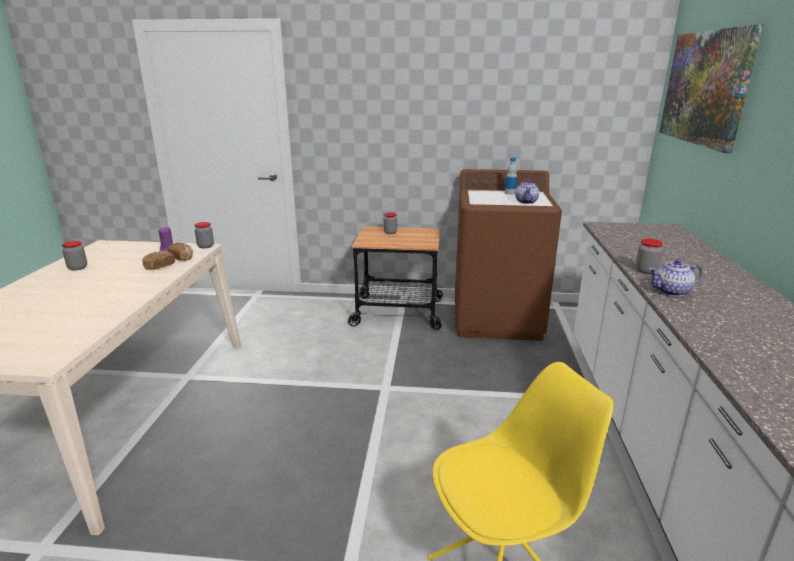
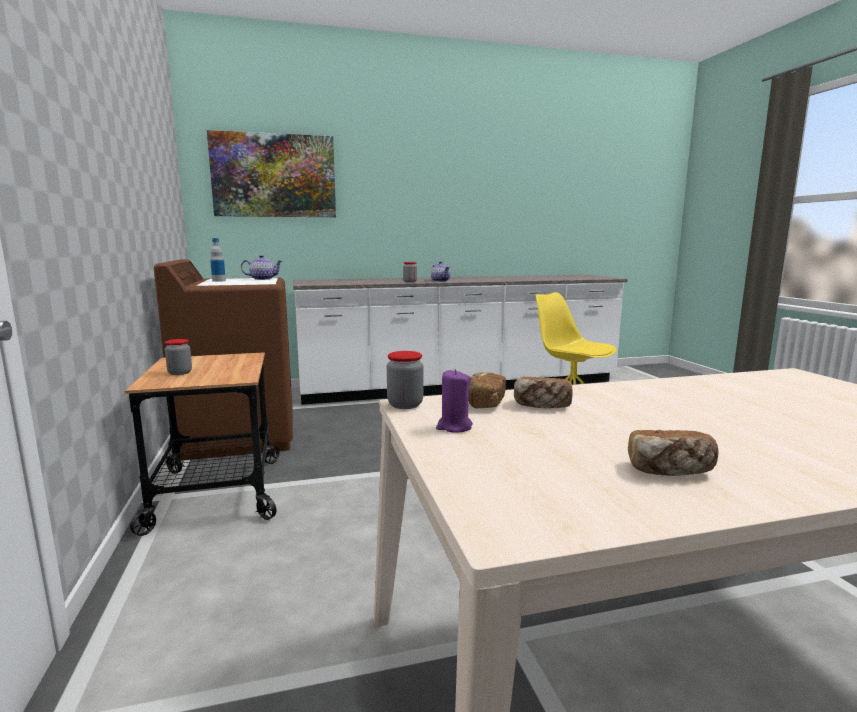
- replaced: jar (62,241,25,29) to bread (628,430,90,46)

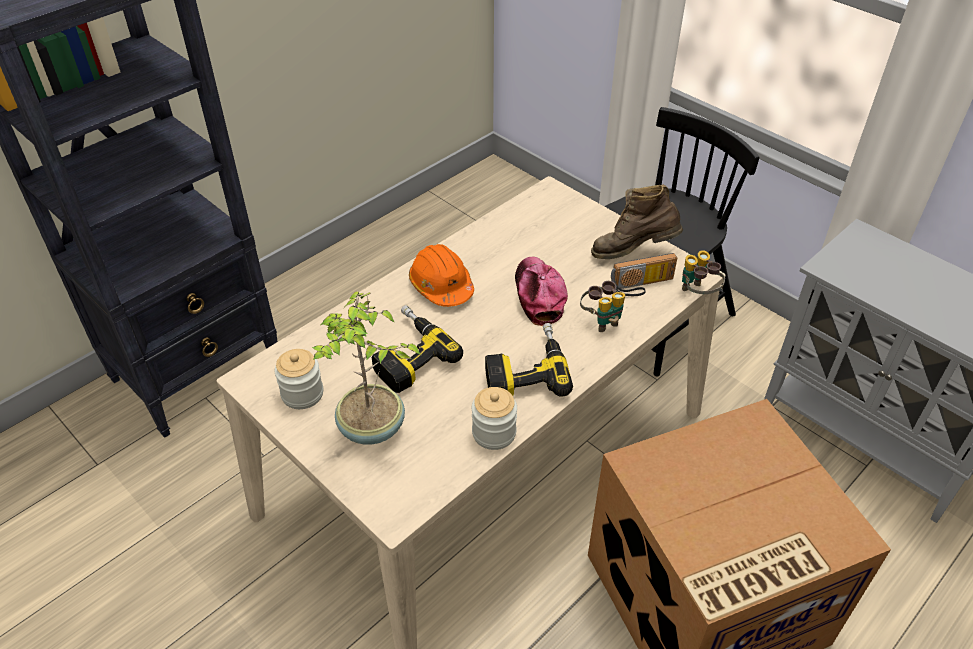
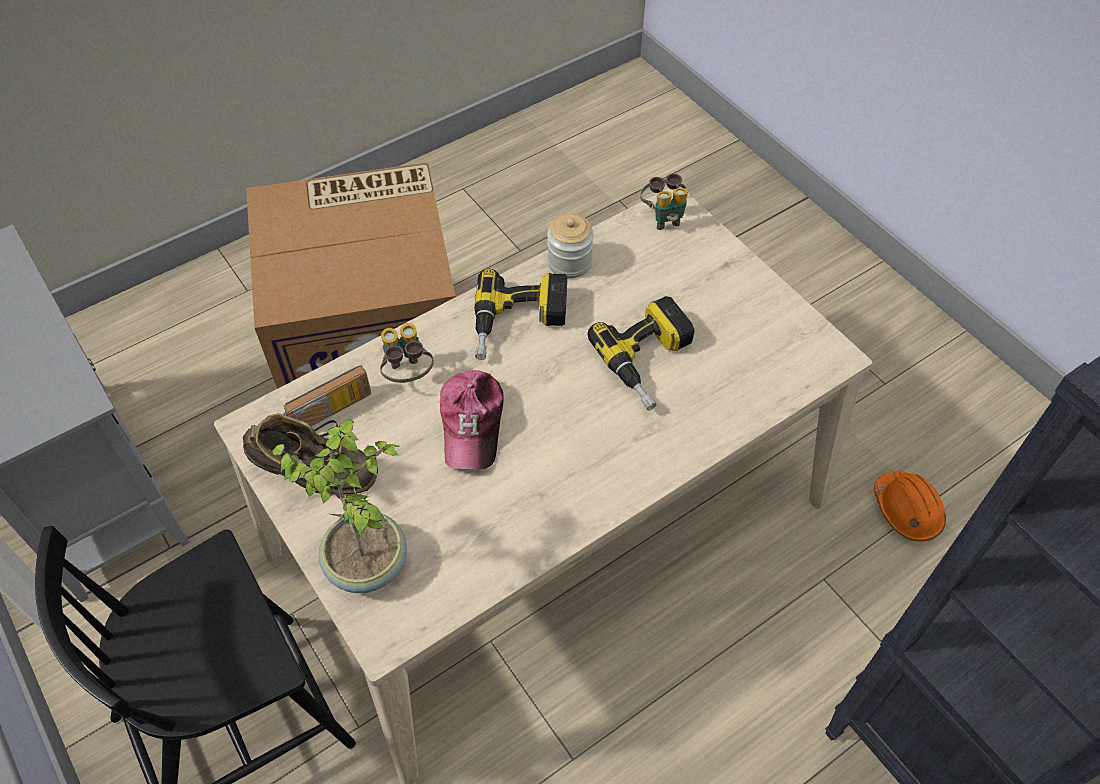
- moved: potted plant (312,291,109,154) to (272,417,135,176)
- turned: radio (611,253,66,43) = (283,365,88,72) 150 degrees clockwise
- moved: binoculars (682,250,43,44) to (640,173,48,57)
- moved: hard hat (orange) (409,244,65,63) to (874,471,72,71)
- removed: jar (275,349,48,60)

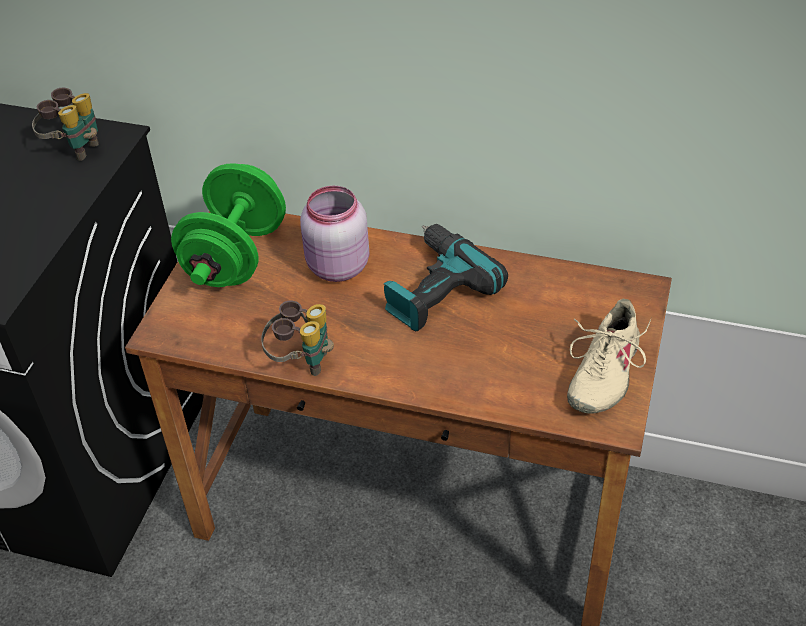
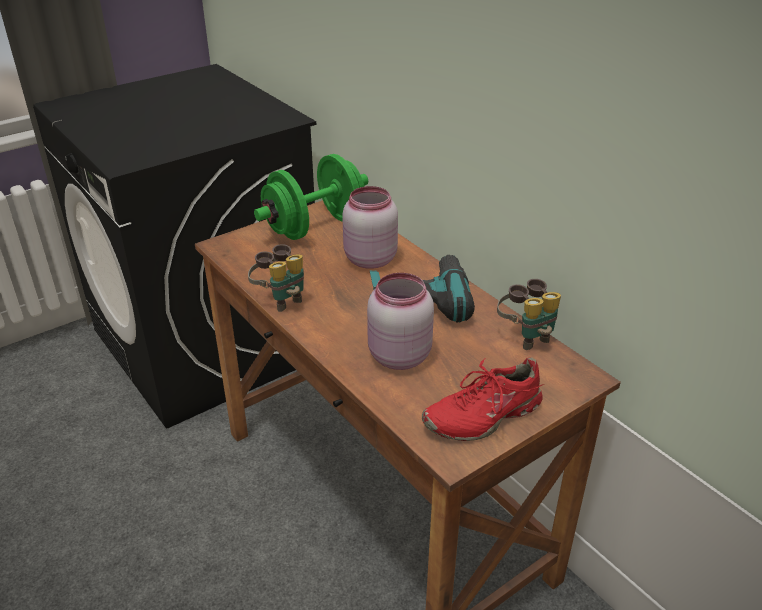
- added: jar (pink) (367,273,67,97)
- recoloured: shoe (beige) (567,299,84,115) to shoe (red) (422,357,122,84)
- moved: binoculars (32,88,67,73) to (497,279,64,71)

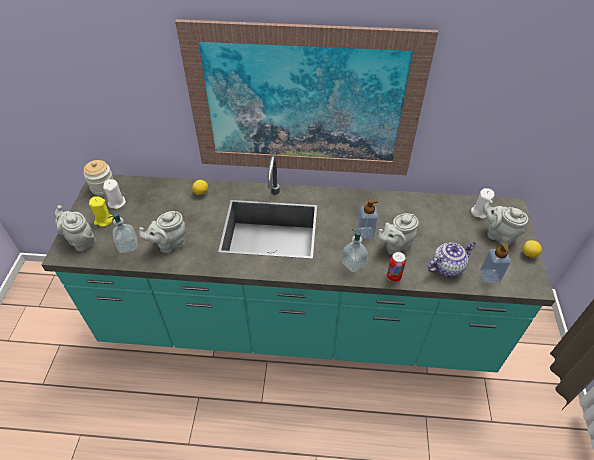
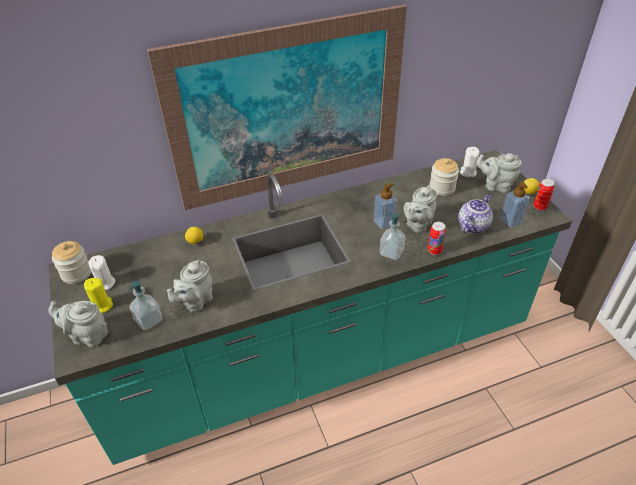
- added: jar (429,158,30,38)
- added: can (533,179,21,32)

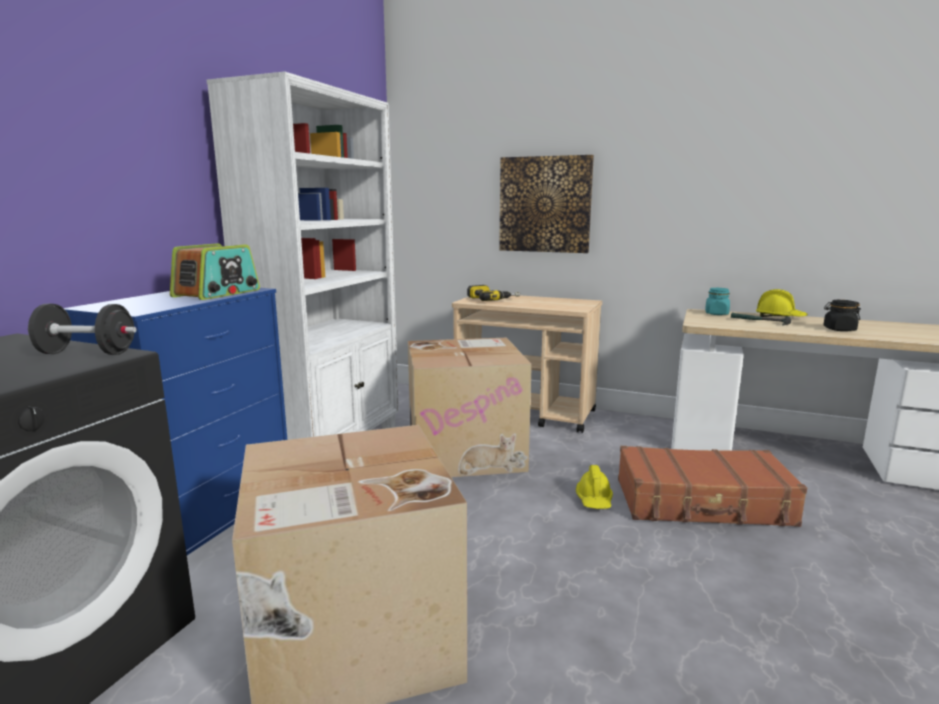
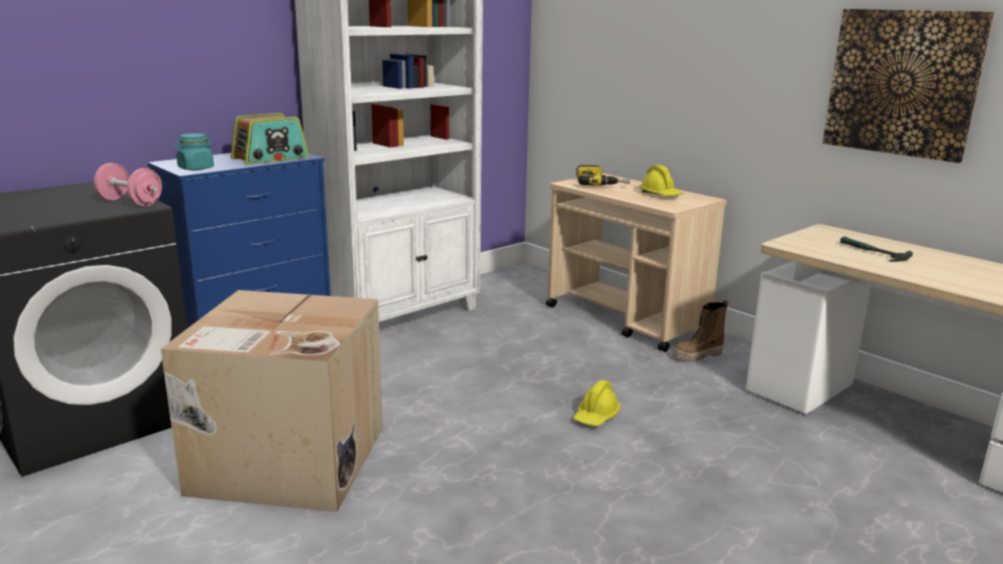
- recoloured: dumbbell (black) (28,304,109,51) to dumbbell (pink) (94,163,68,43)
- moved: jar (turquoise) (705,288,25,27) to (173,133,41,37)
- moved: hard hat (yellow) (756,289,52,28) to (639,165,44,31)
- added: boot (673,300,56,62)
- moved: picture (499,155,95,98) to (823,9,172,154)
- removed: cardboard box (408,338,124,139)
- removed: suitcase (brown) (618,446,189,81)
- removed: jar (black) (823,300,38,31)

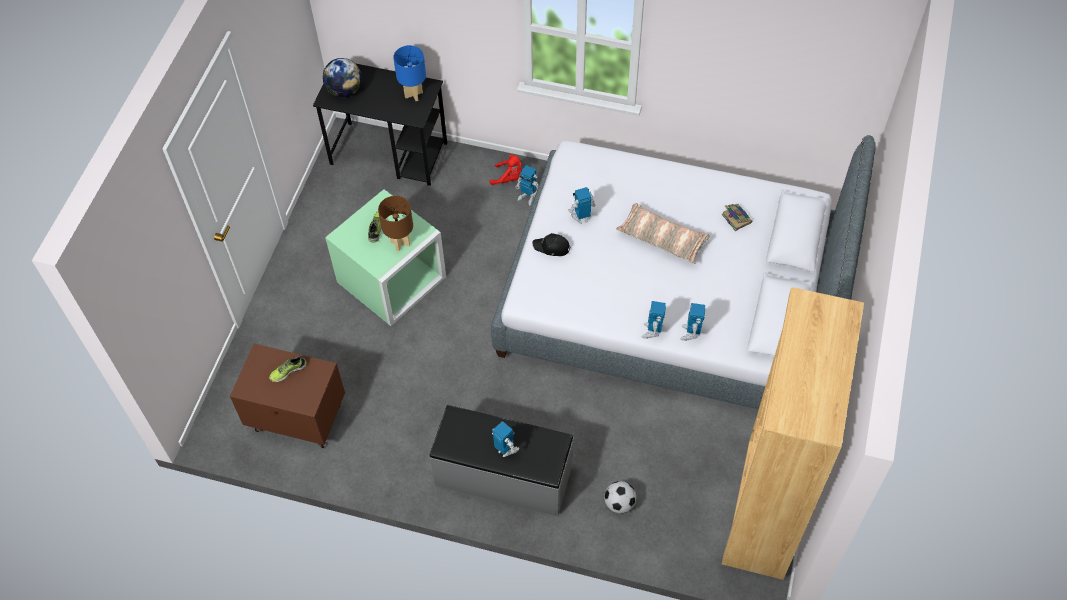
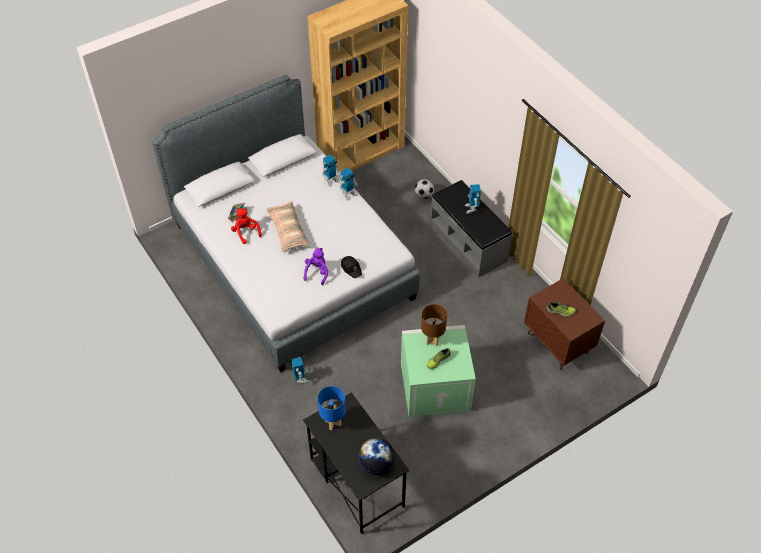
- moved: plush toy (red) (489,155,33,30) to (231,208,31,36)
- replaced: toy robot (568,187,28,37) to plush toy (purple) (304,248,24,37)

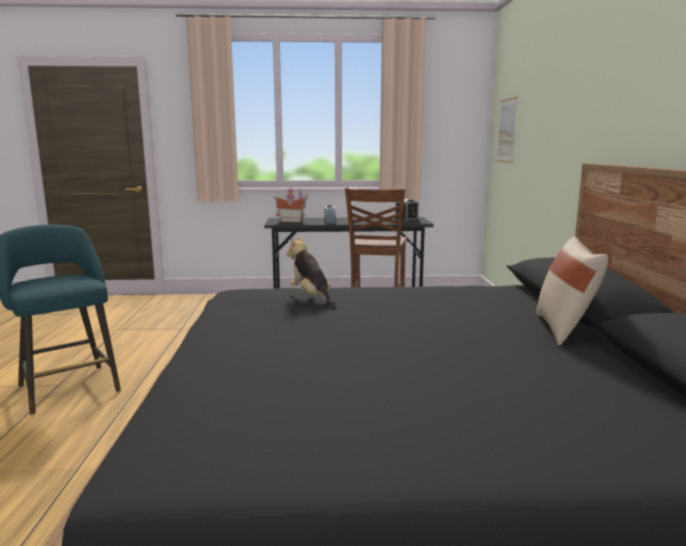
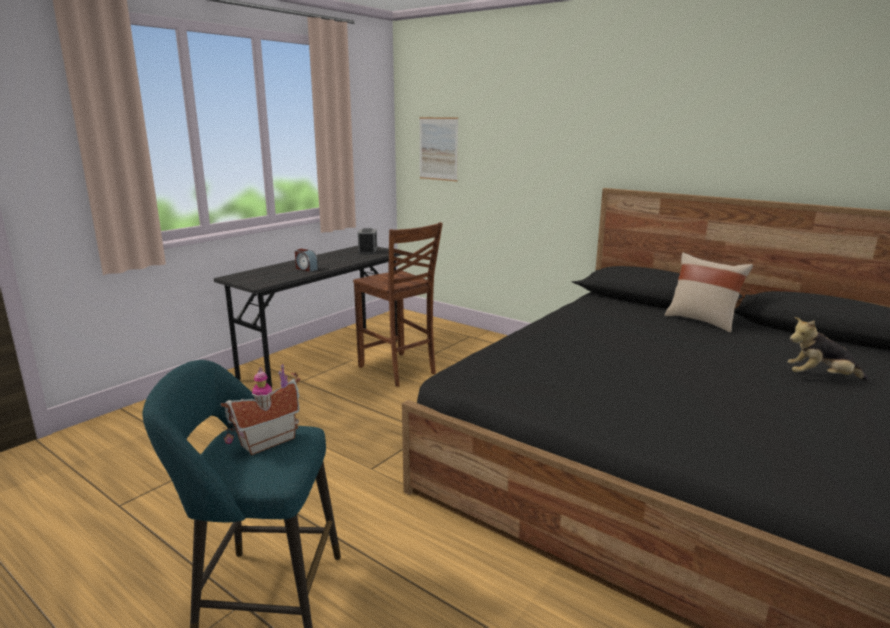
- moved: toy house (274,186,34,36) to (221,364,79,91)
- moved: plush toy (286,236,50,72) to (787,317,81,63)

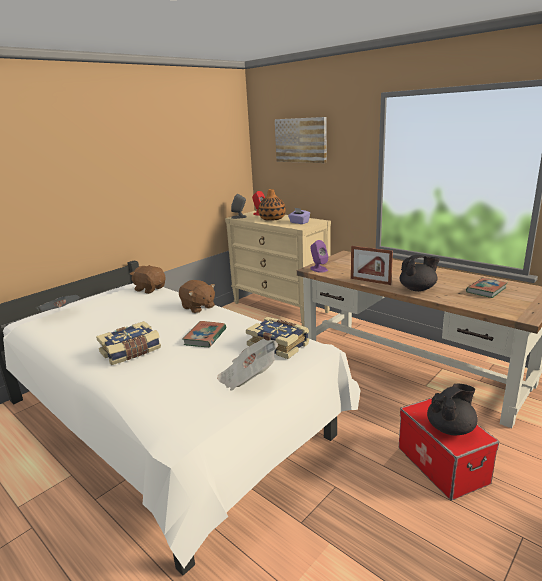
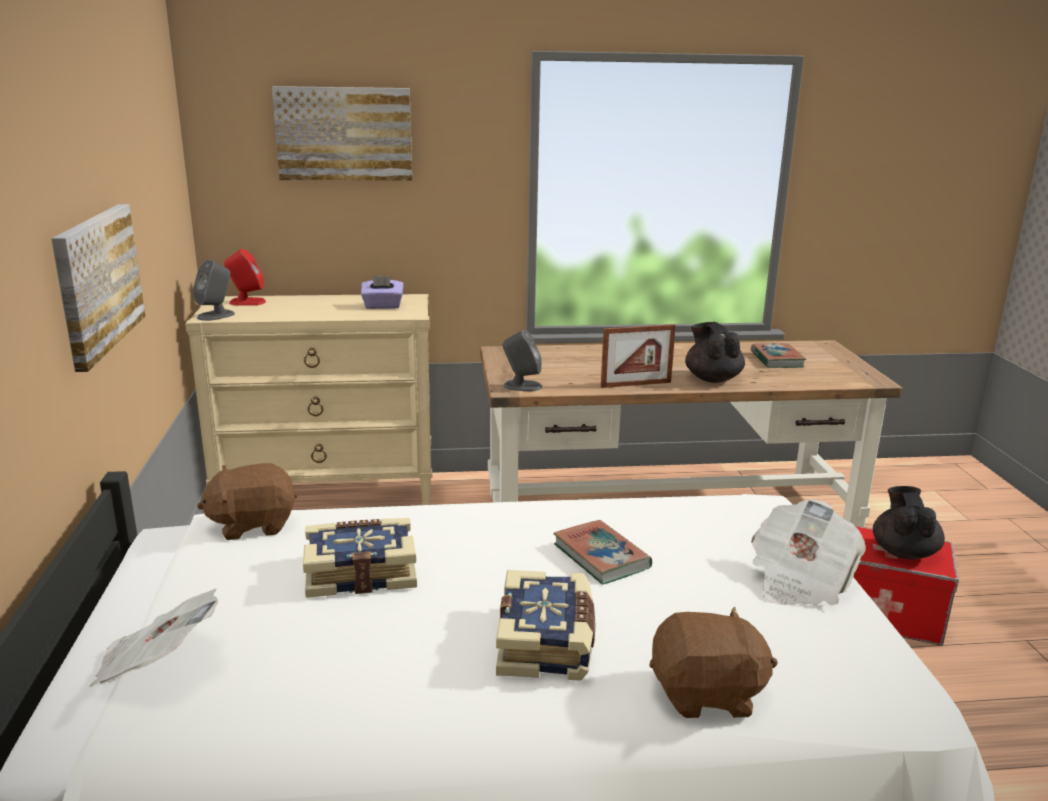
- added: picture (51,204,94,168)
- moved: book (246,317,63,42) to (303,518,114,80)
- recoloured: speaker (purple) (310,240,18,33) to speaker (grey) (503,330,39,61)
- moved: plush toy (brown) (179,280,36,33) to (649,607,129,111)
- turned: teapot (black) (400,255,40,36) = (685,322,60,61) 45 degrees counterclockwise
- removed: vase (258,189,28,32)

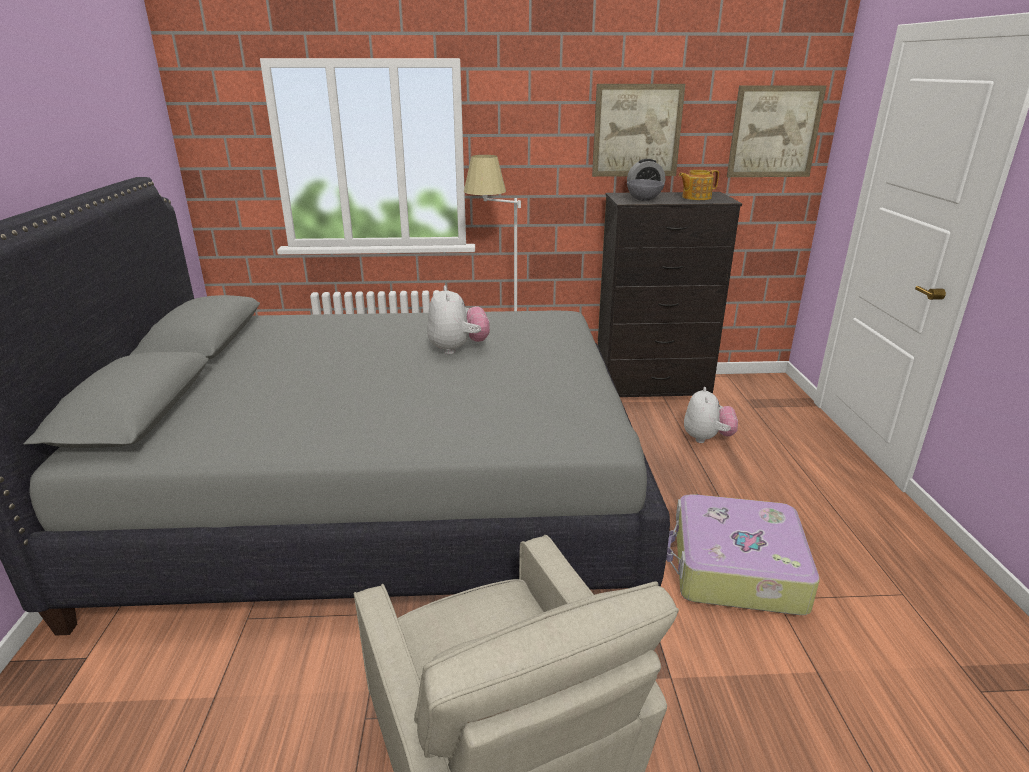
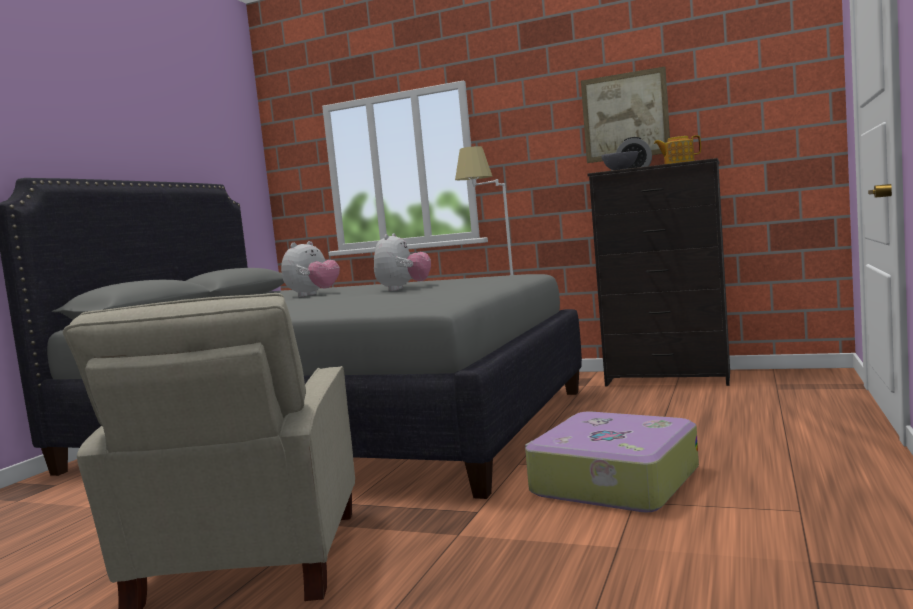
- moved: plush toy (684,387,54,56) to (281,241,59,56)
- removed: picture (727,85,99,92)

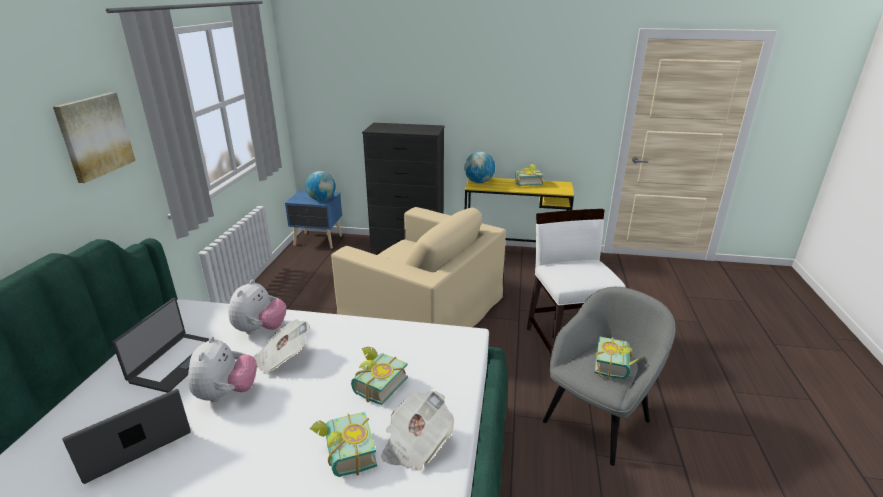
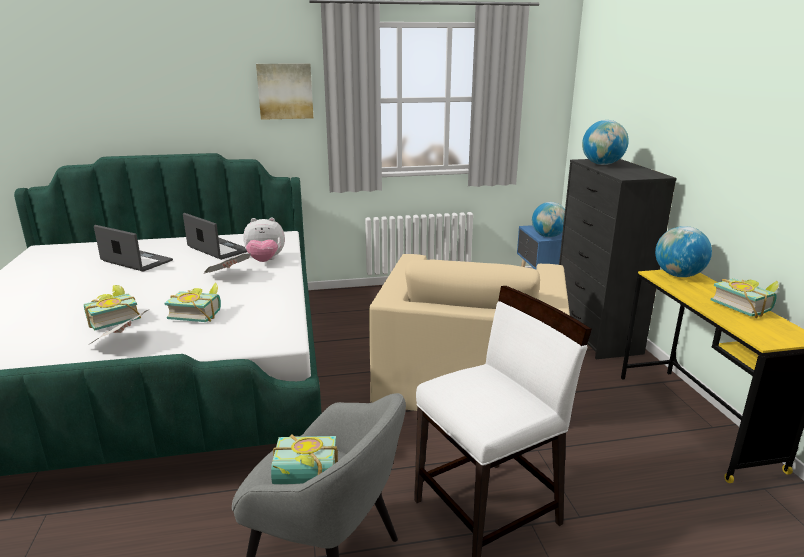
- turned: laptop (112,298,97,95) = (183,213,64,47) 135 degrees counterclockwise
- added: globe (582,120,47,45)
- removed: plush toy (188,336,69,66)

